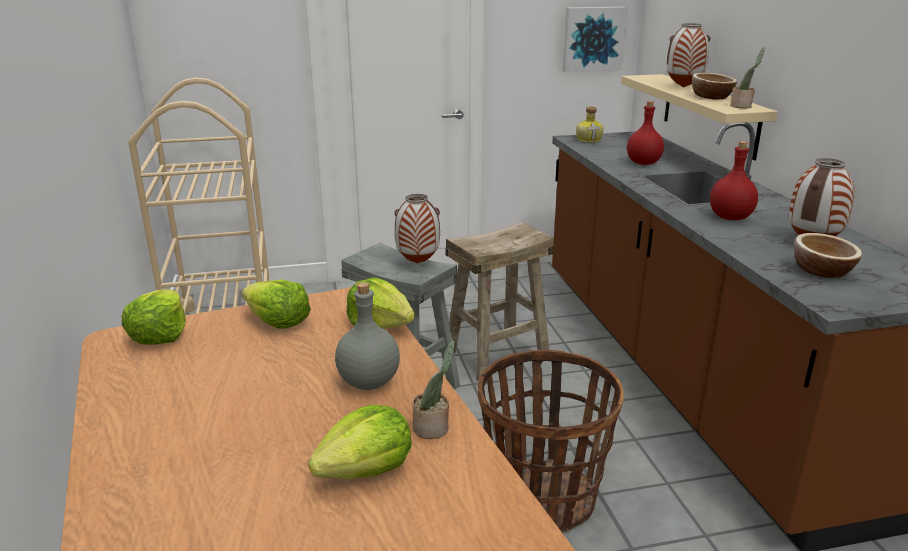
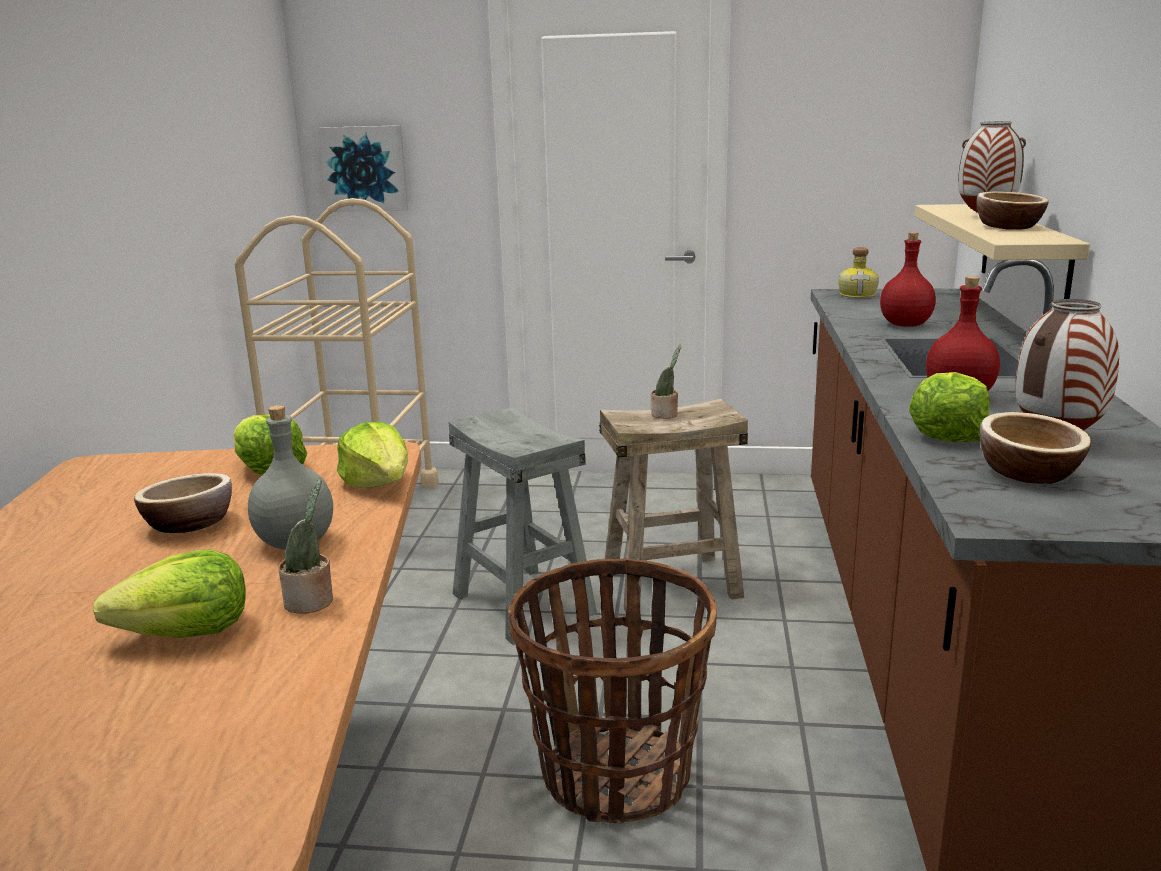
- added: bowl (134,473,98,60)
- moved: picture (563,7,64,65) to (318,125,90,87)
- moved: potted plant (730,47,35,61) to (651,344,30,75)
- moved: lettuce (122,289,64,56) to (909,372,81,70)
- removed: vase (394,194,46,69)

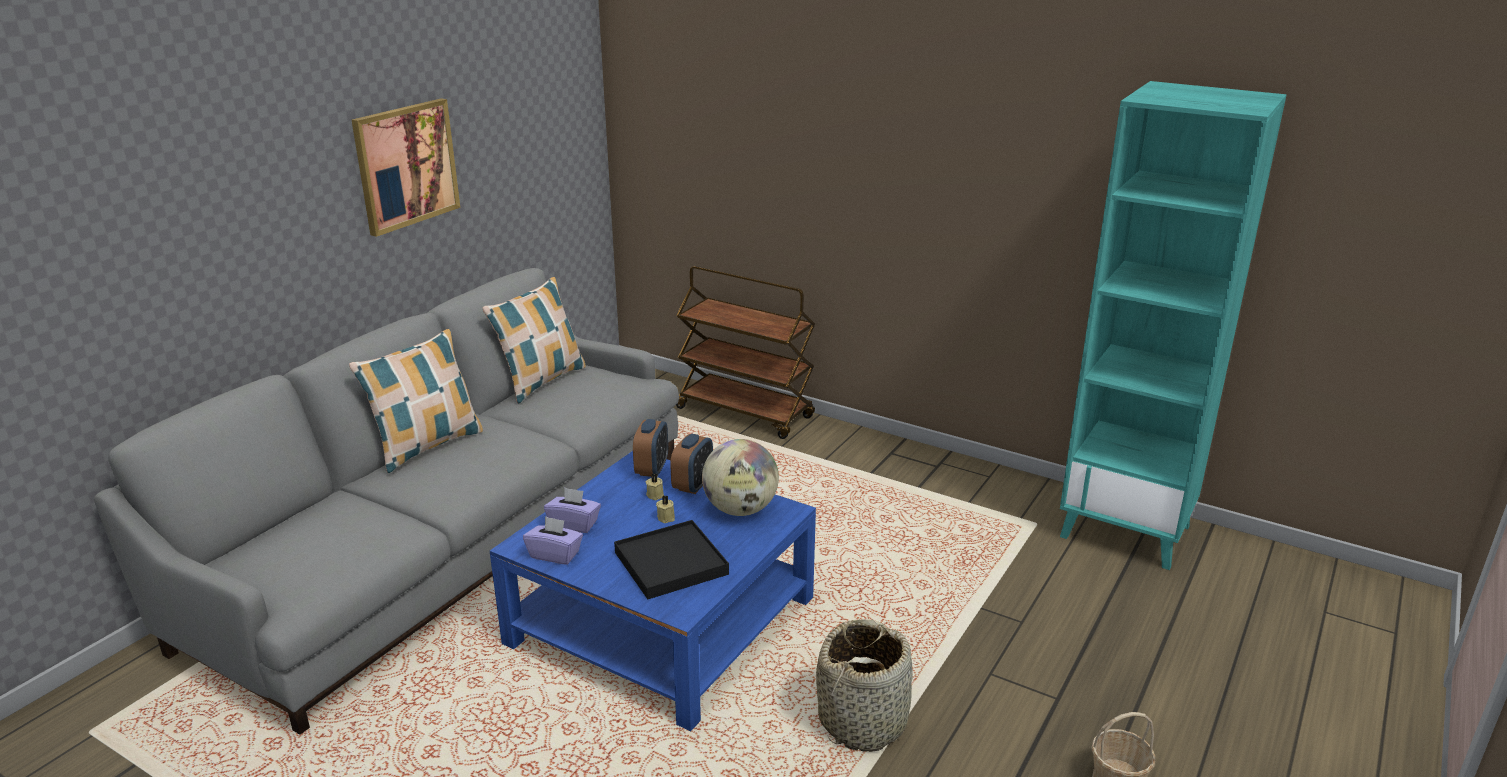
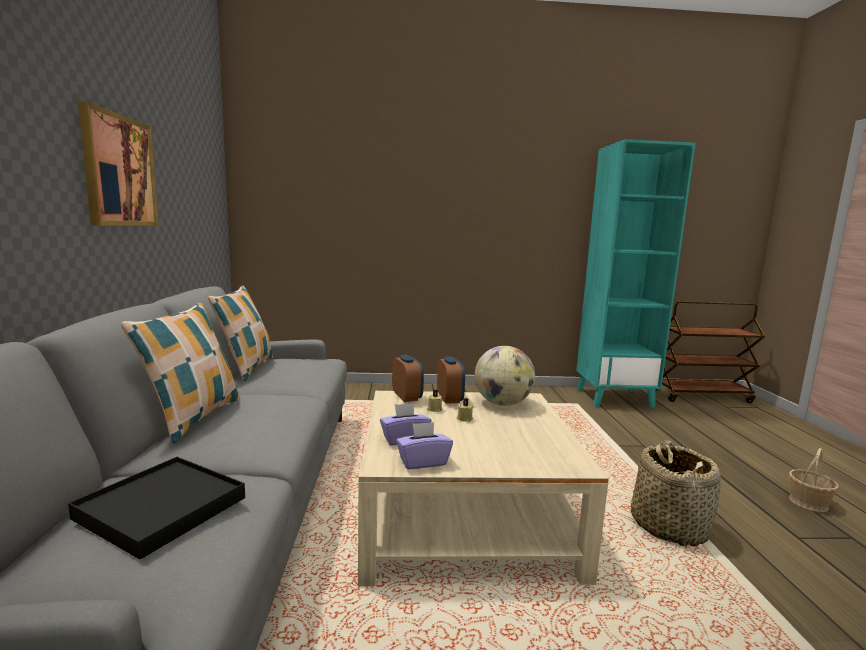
- moved: tray (black) (614,520,115,79) to (68,457,177,102)
- recoloured: coffee table (blue) (490,451,326,280) to coffee table (beige) (358,391,251,195)
- moved: cart (brown) (676,266,139,173) to (656,301,109,102)

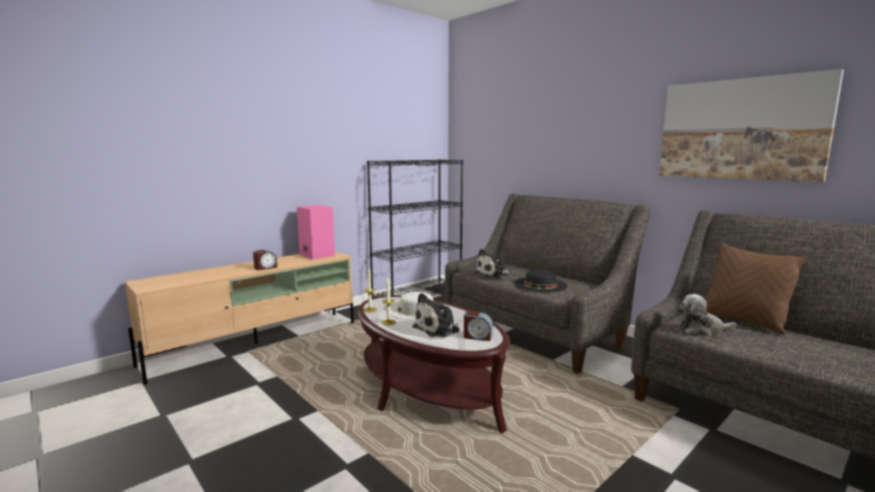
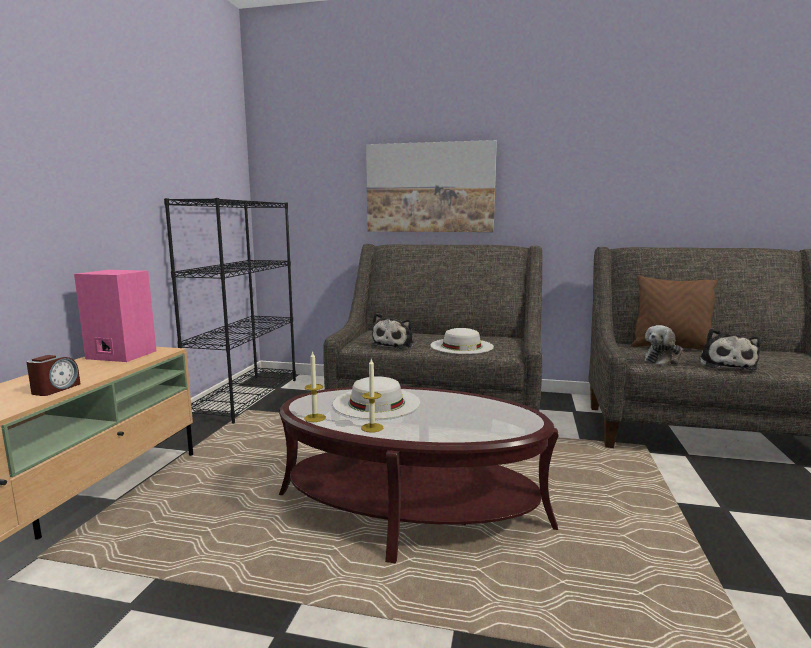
- moved: picture (659,69,185,113) to (366,140,131,92)
- recoloured: hat (black) (514,269,54,23) to hat (white) (430,328,64,26)
- moved: plush toy (412,293,49,45) to (699,328,62,42)
- removed: alarm clock (464,311,29,30)

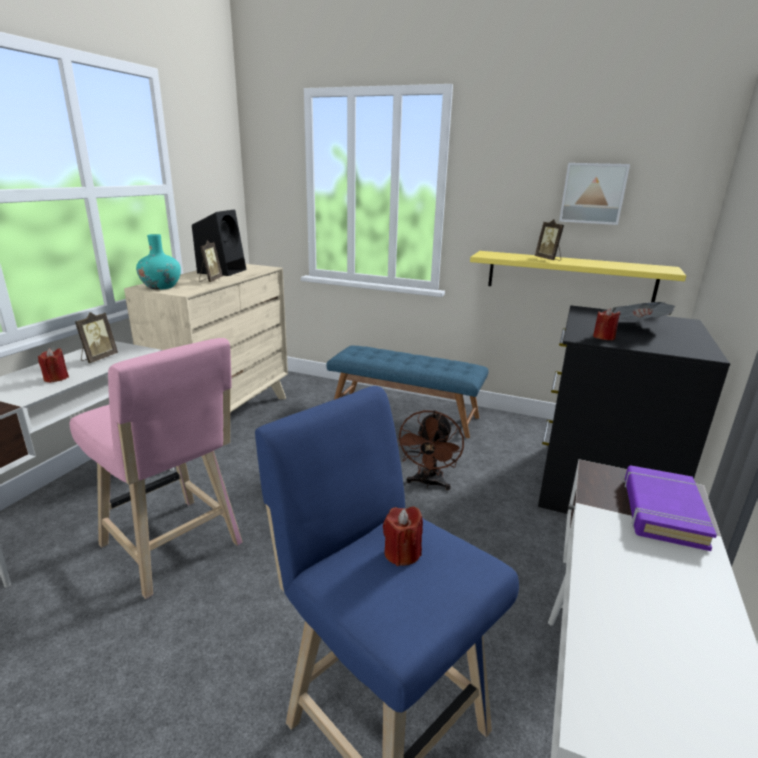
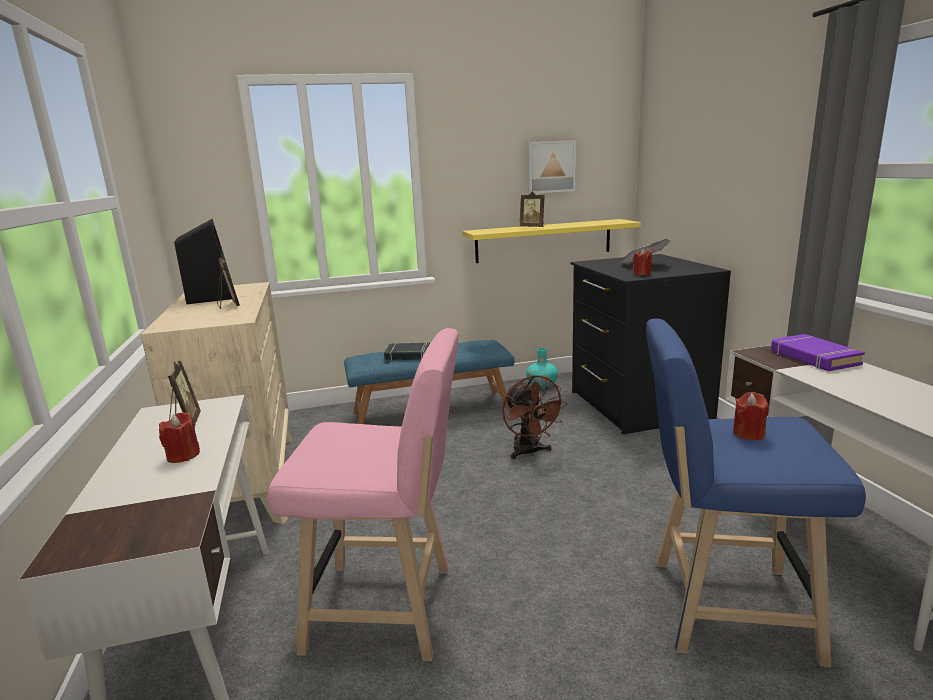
- added: book (black) (384,343,46,18)
- moved: vase (turquoise) (136,234,45,56) to (526,348,32,42)

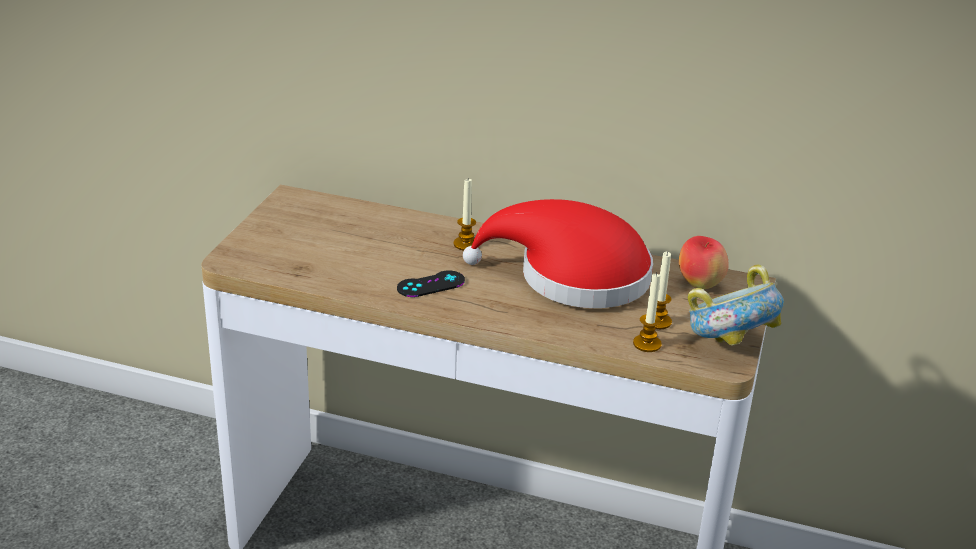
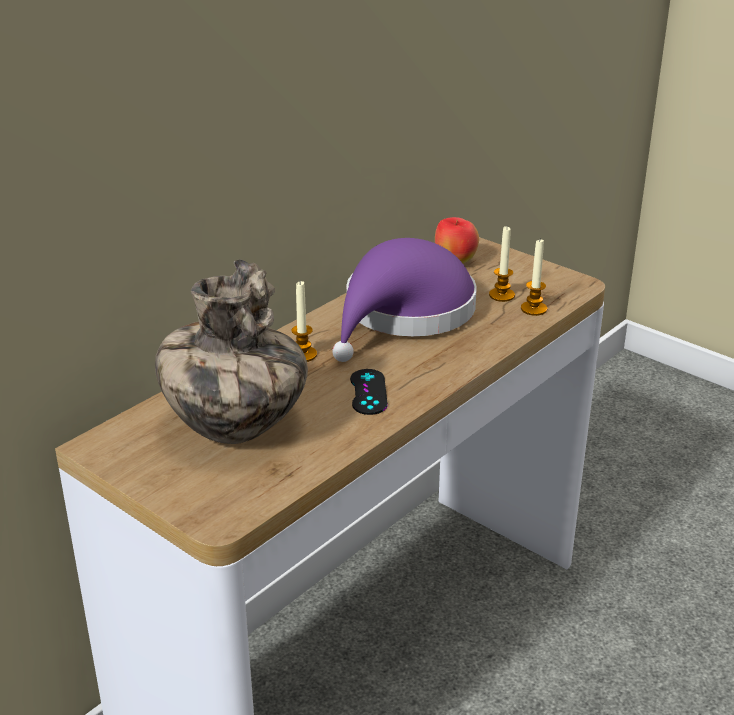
- added: vase (155,259,153,185)
- recoloured: hat (red) (463,199,190,109) to hat (purple) (332,238,145,124)
- removed: bowl (688,264,96,82)

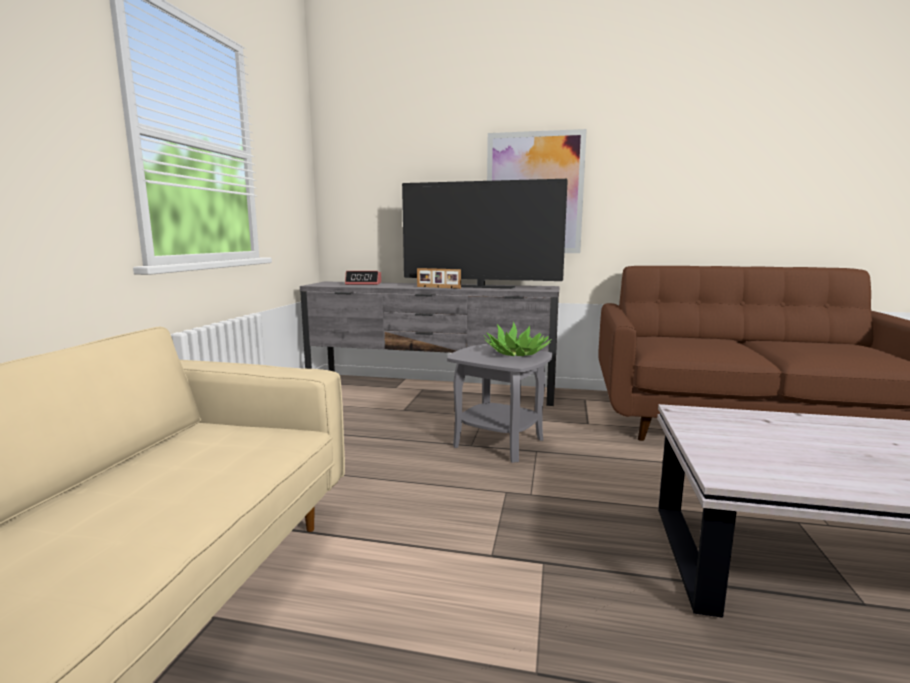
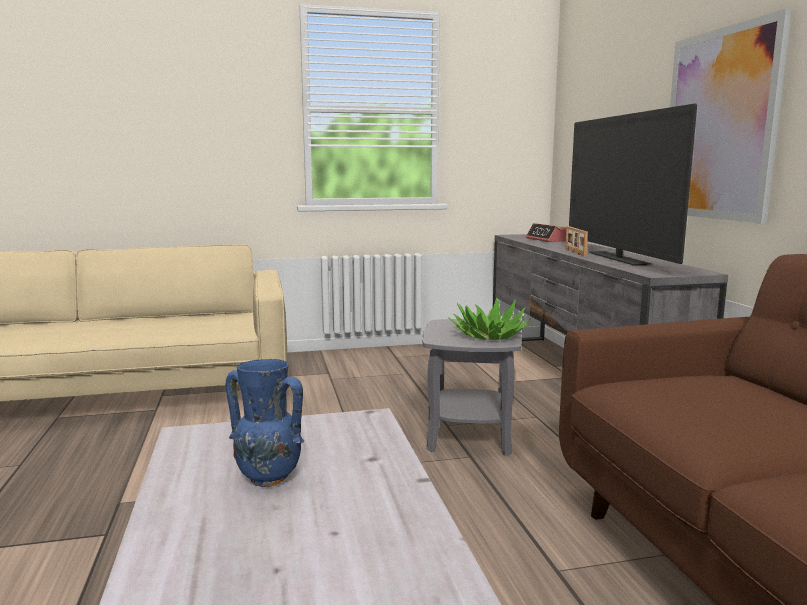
- added: vase (blue) (226,359,78,128)

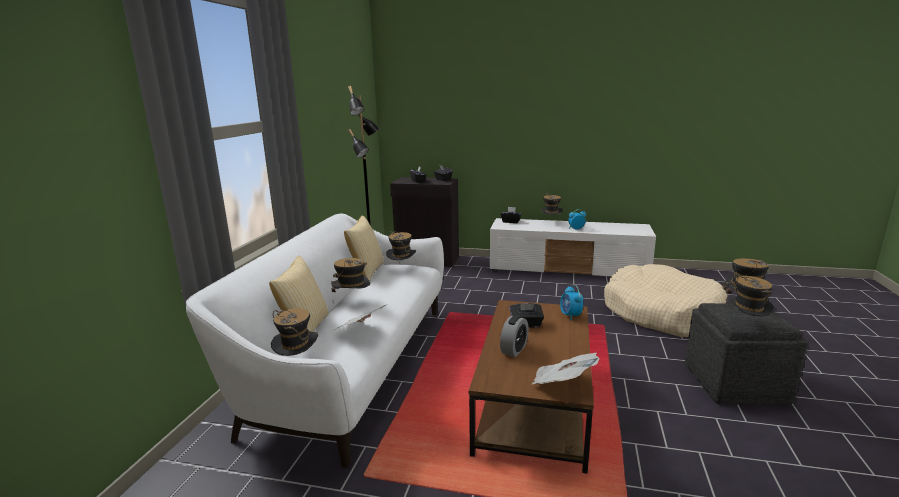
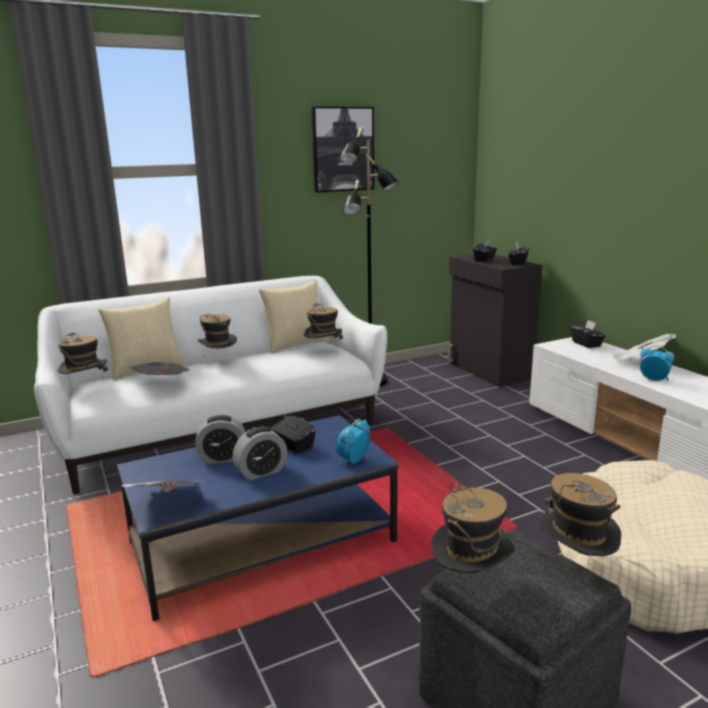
- recoloured: coffee table (brown) (469,300,125,173) to coffee table (blue) (117,415,282,206)
- added: alarm clock (233,427,54,53)
- added: picture (311,107,63,86)
- replaced: hat (540,194,23,26) to newspaper (613,334,63,28)

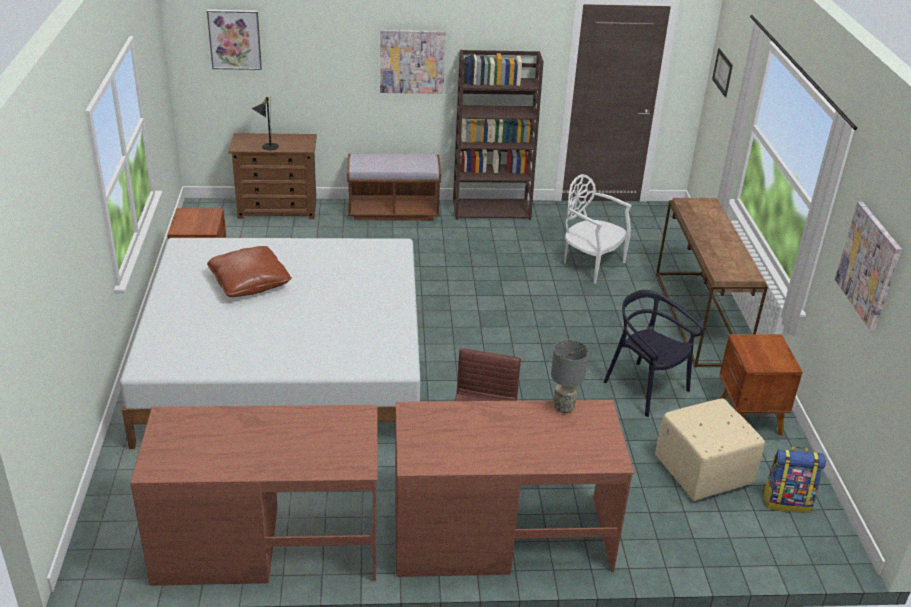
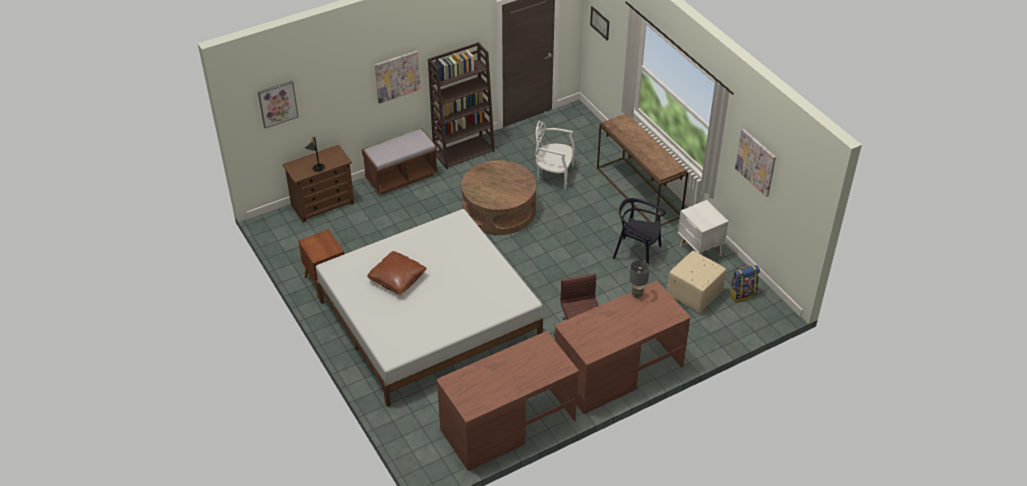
- added: coffee table (brown) (461,160,75,75)
- recoloured: nightstand (brown) (719,334,84,102) to nightstand (white) (678,200,51,56)

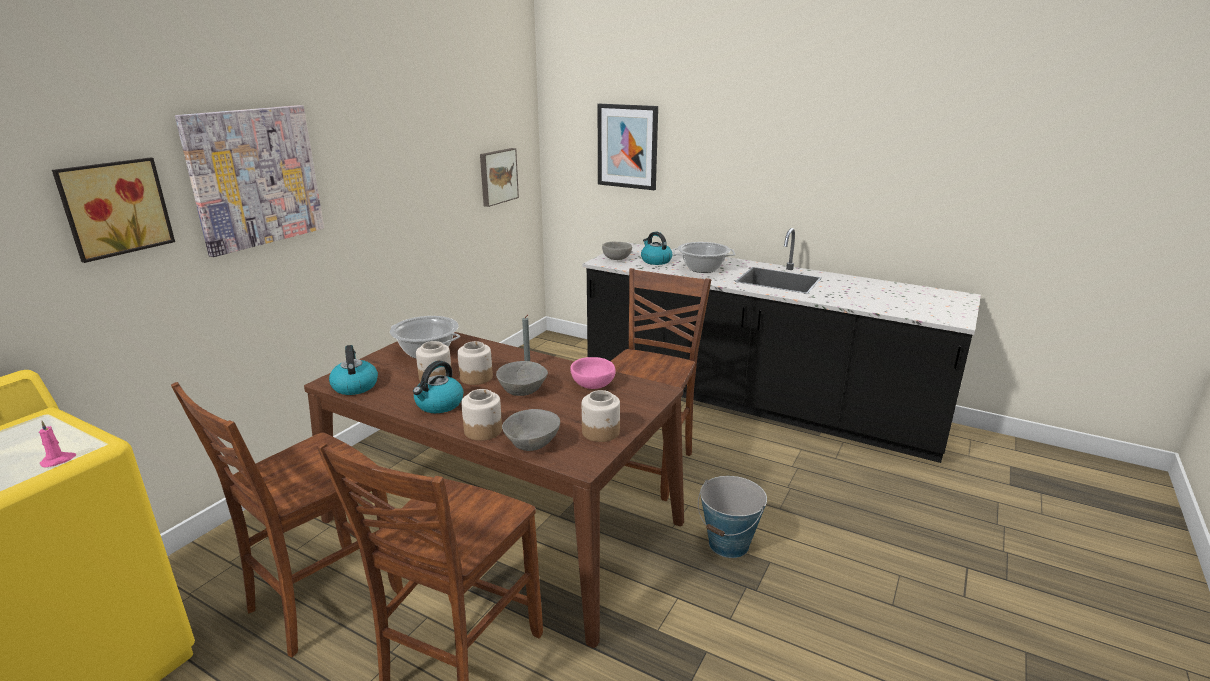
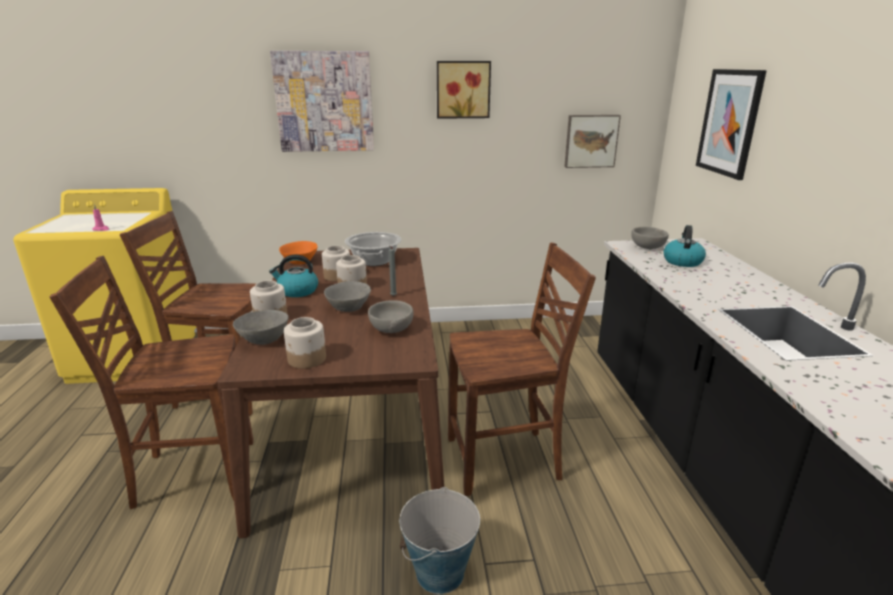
- replaced: kettle (329,345,49,50) to bowl (orange) (279,241,39,24)
- recoloured: bowl (pink) (570,357,46,32) to bowl (grey) (368,300,45,33)
- moved: picture (52,158,123,105) to (437,61,54,58)
- removed: cooking pot (673,242,63,31)

